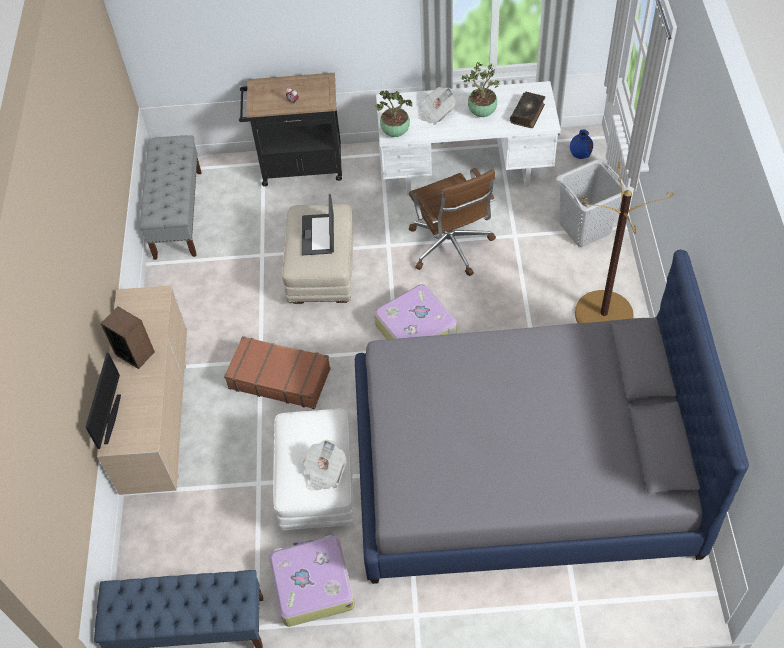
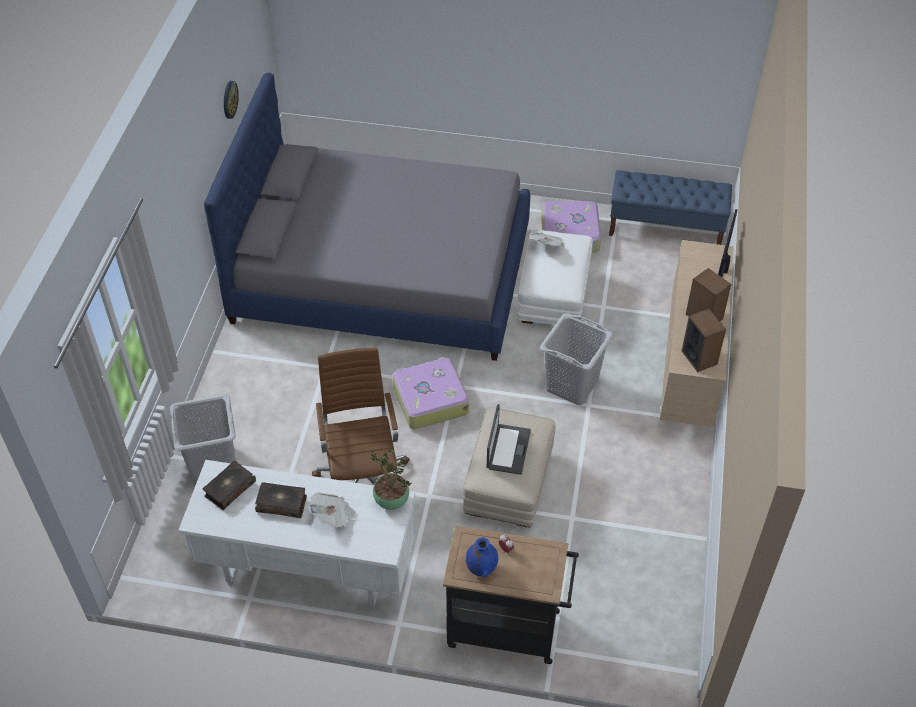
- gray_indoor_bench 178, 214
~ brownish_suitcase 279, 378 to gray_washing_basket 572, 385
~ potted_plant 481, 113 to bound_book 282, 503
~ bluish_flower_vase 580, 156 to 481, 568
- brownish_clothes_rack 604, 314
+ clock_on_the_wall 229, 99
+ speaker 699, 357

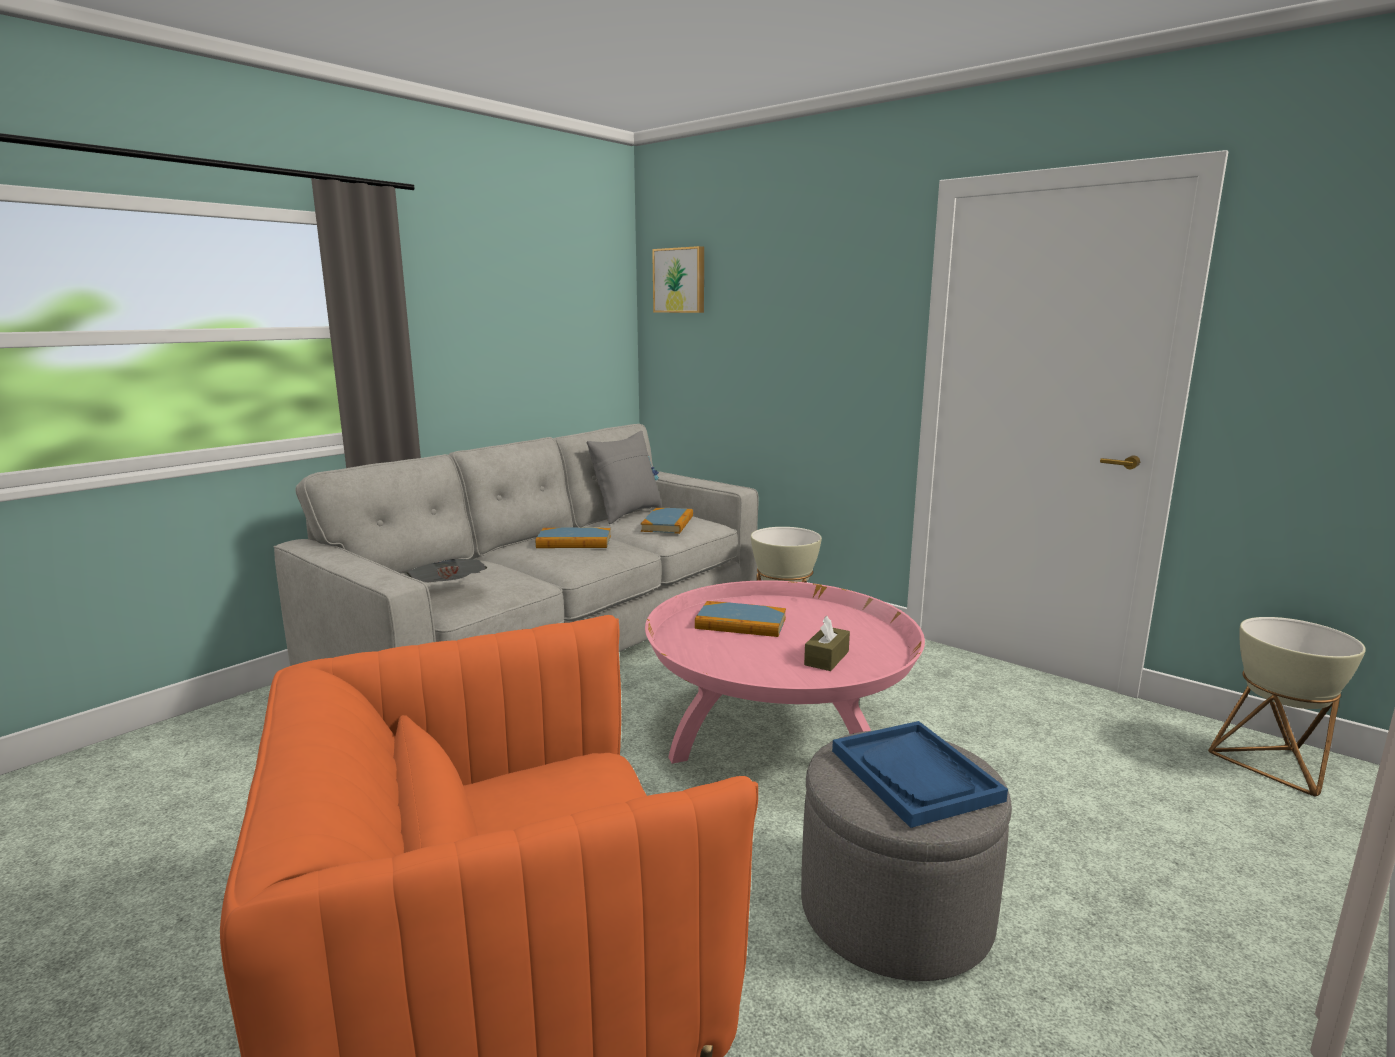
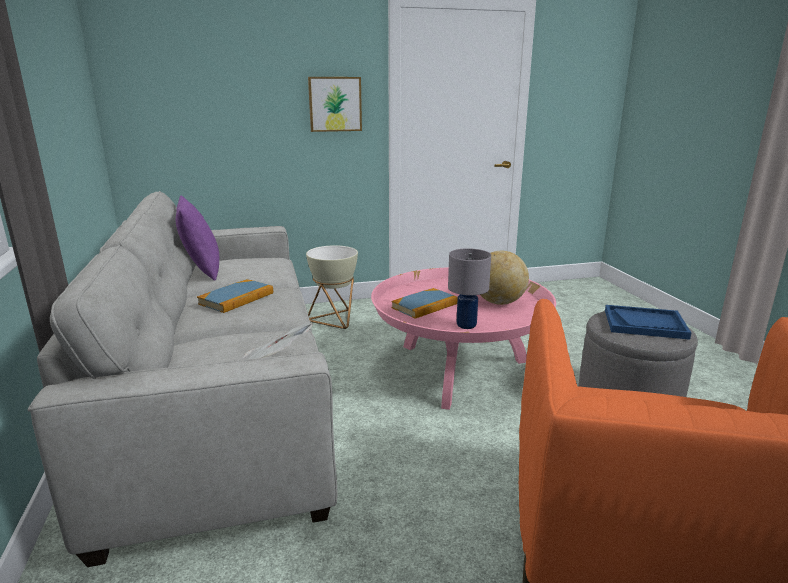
~ gray_pillow 627, 514 to purple_pillow 202, 271
- bound_book 668, 524
~ picture 680, 280 to 335, 104
~ brownish_tissue_box 826, 658 to globe 499, 302
- plant_pot 1273, 765
+ gray_tabletop_lamp 466, 325

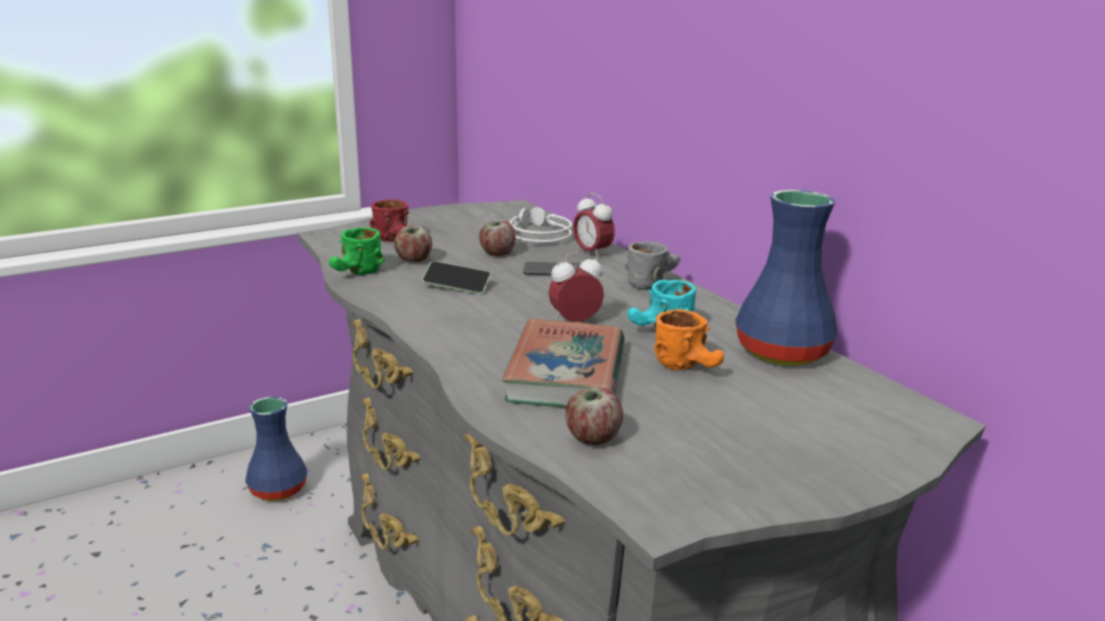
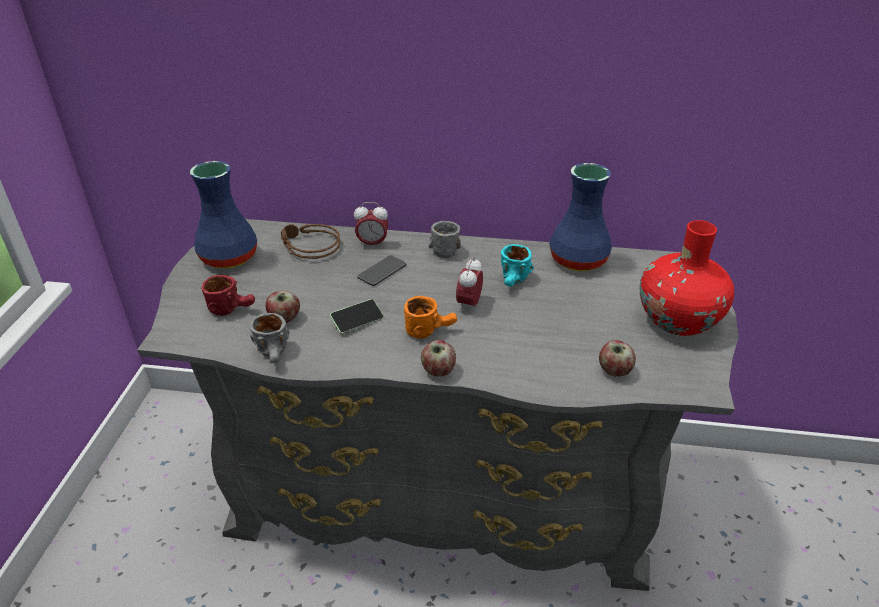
~ bluish_flower_vase 278, 489 to 227, 257
~ green_tea_mug 357, 273 to gray_tea_mug 275, 355
~ apple 497, 253 to 438, 370
- bound_book 566, 373
~ gray_headphones 536, 234 to brownish_headphones 308, 247
~ orange_tea_mug 690, 367 to 430, 330
+ reddish_flower_vase 678, 320

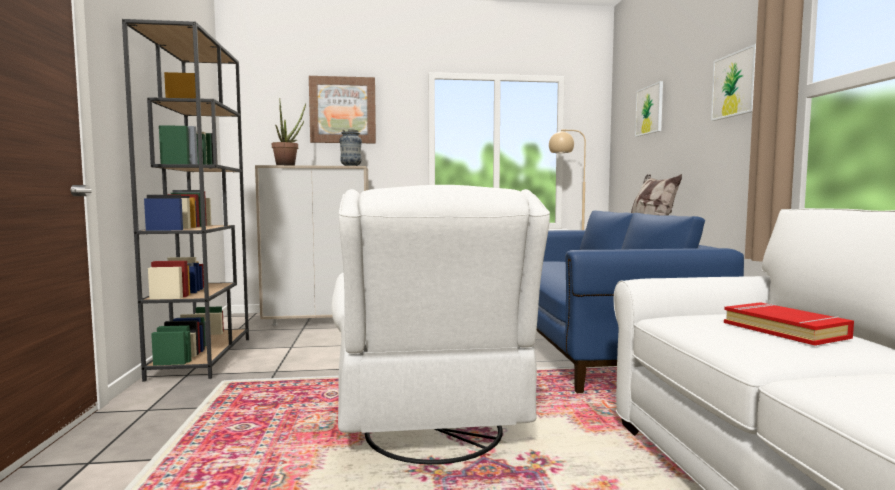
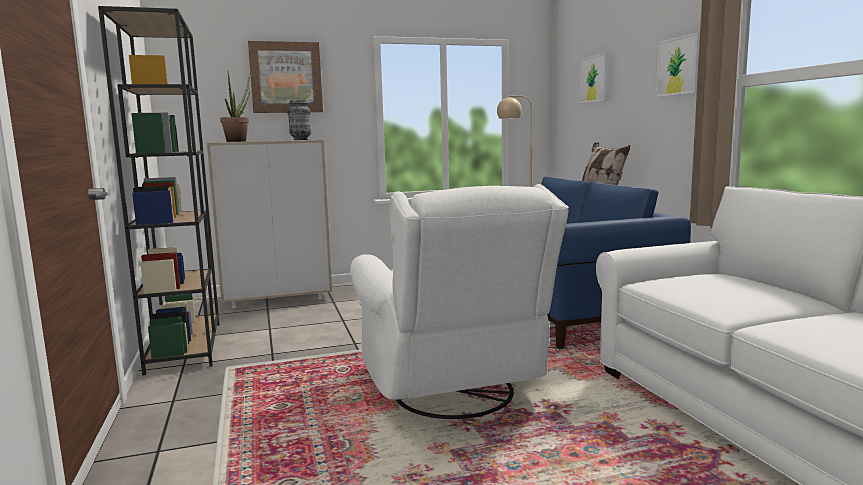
- reddish_bound_book 785, 330

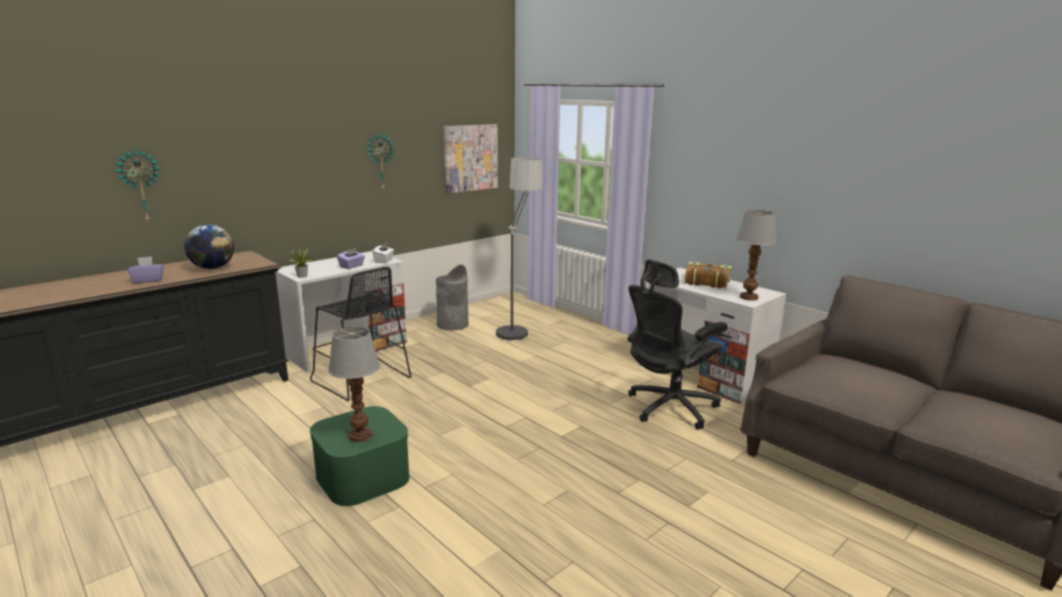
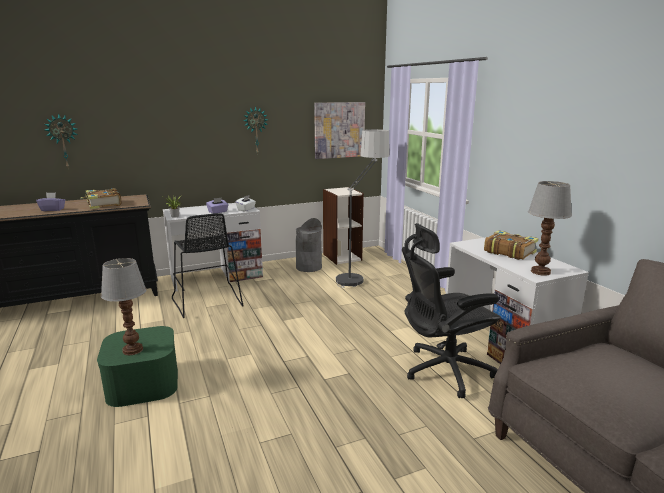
~ globe 213, 268 to bound_book 103, 204
+ shelving_unit 342, 257

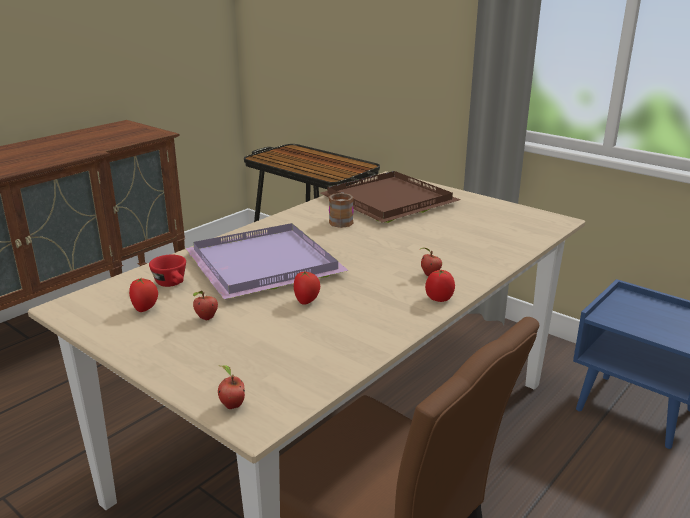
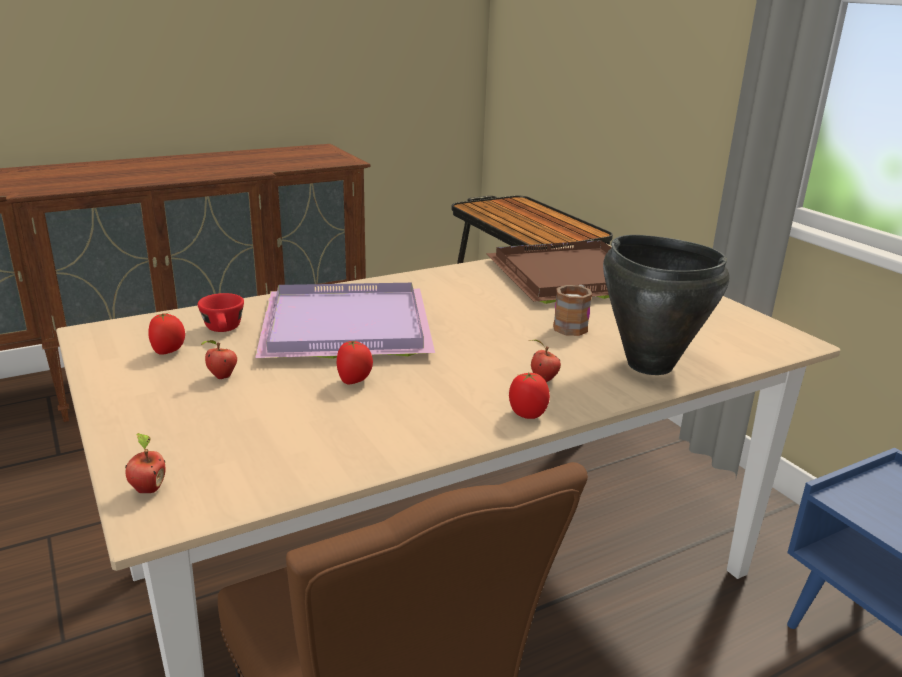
~ tea_mug 341, 221 to 572, 325
+ blackish_cooking_pot 649, 364

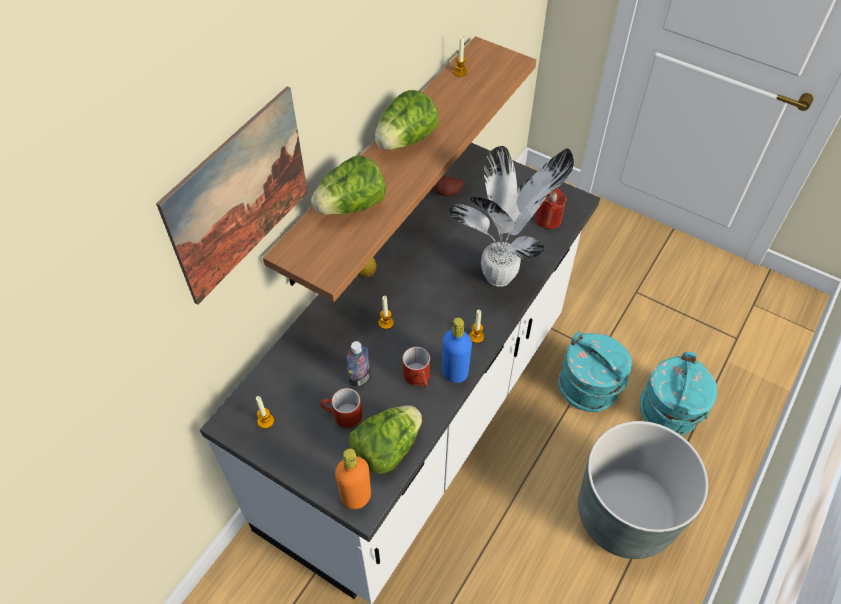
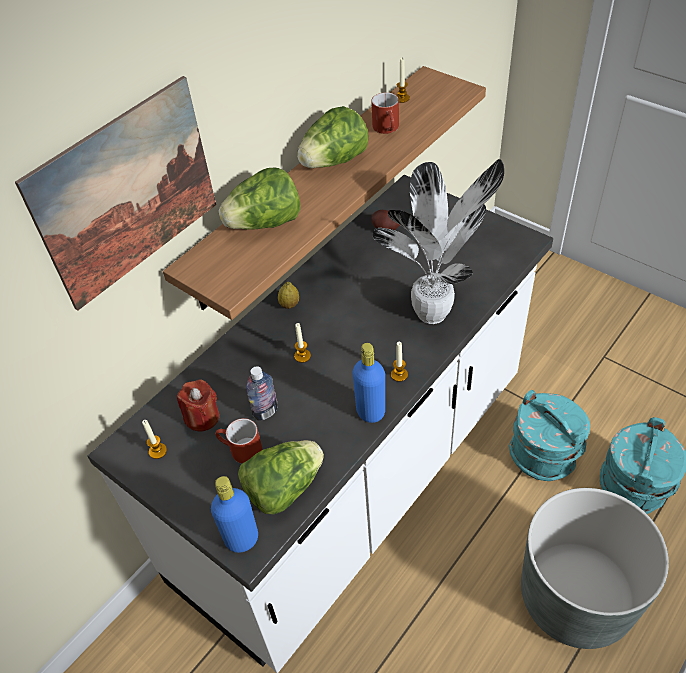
~ orange_bottle 356, 497 to bluish_bottle 242, 539
~ reddish_tea_mug 419, 378 to 388, 129
~ reddish_wax_candle 548, 219 to 202, 417

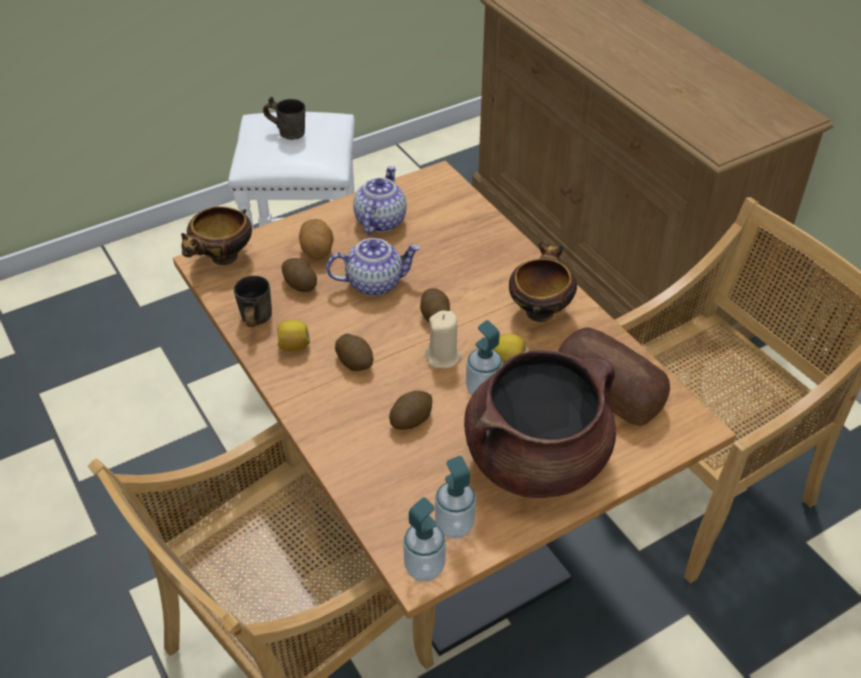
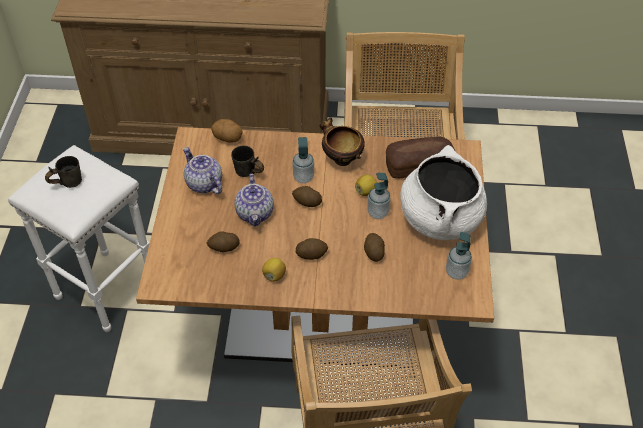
- bowl 223, 259
~ gray_tea_mug 252, 322 to 247, 174
~ potato 317, 252 to 228, 138
~ pot_for_tea 375, 283 = 255, 213 150 degrees clockwise
~ soap_dispenser 424, 567 to 303, 177
- beige_wax_candle 443, 357
~ brownish_cooking_pot 536, 459 to white-coloured_cooking_pot 440, 218

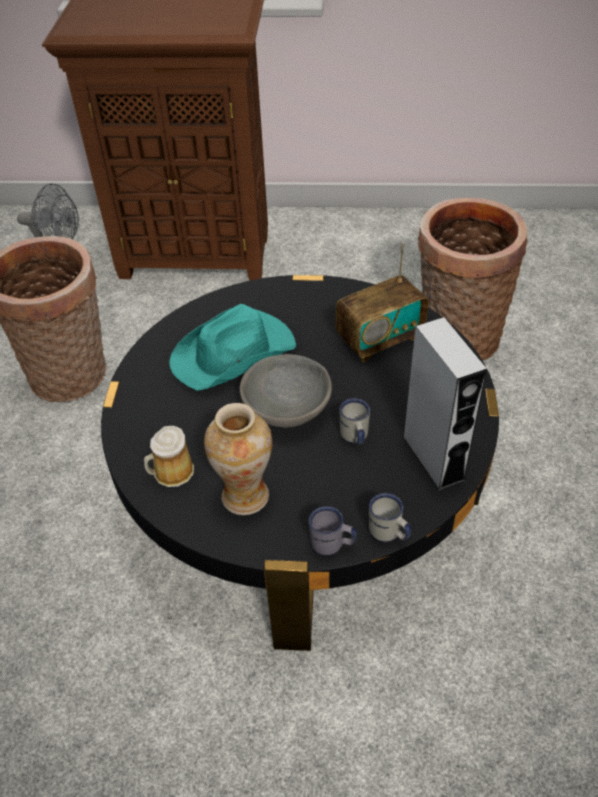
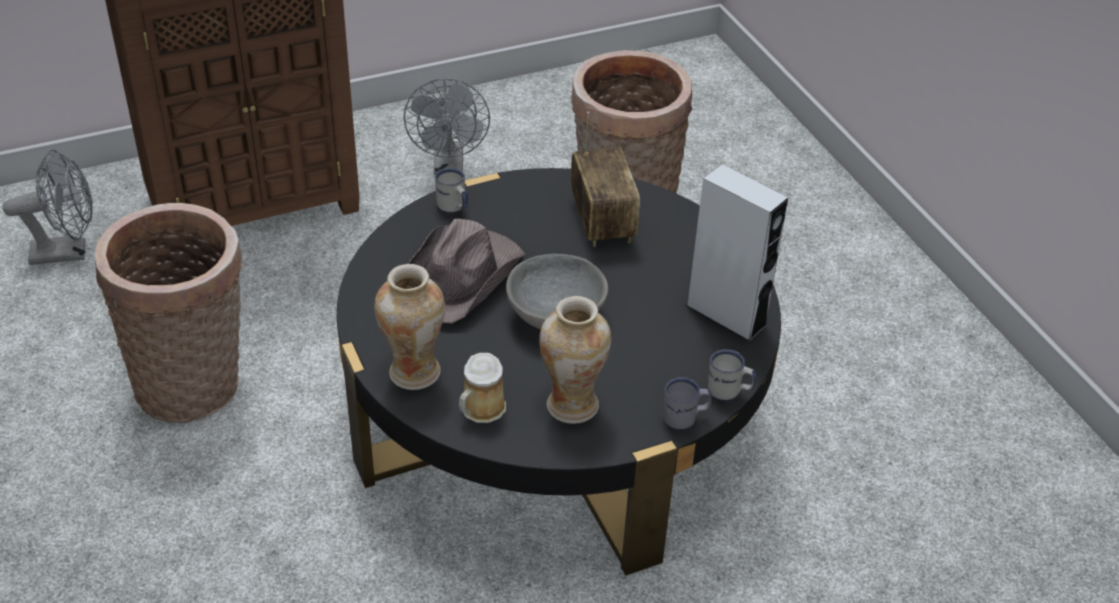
~ turquoise-coloured_wearable_hat 235, 354 to brownish_wearable_hat 460, 277
~ radio 379, 339 = 602, 222 45 degrees counterclockwise
~ white-coloured_tea_mug 354, 438 to 453, 208
+ flower_vase 414, 372
+ gray_electric_fan 449, 167

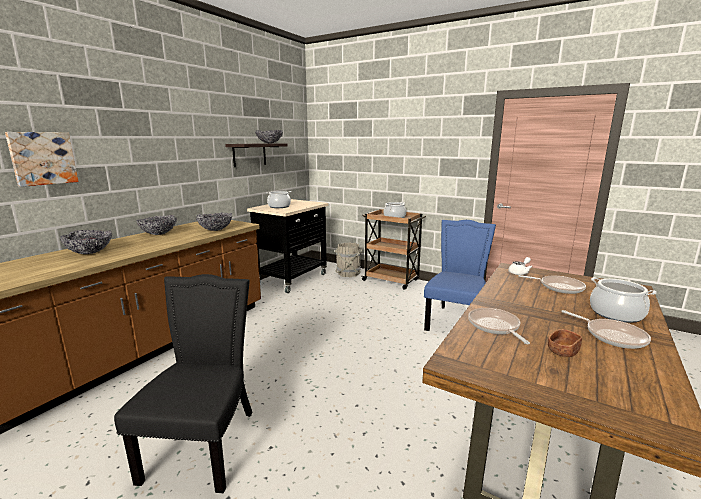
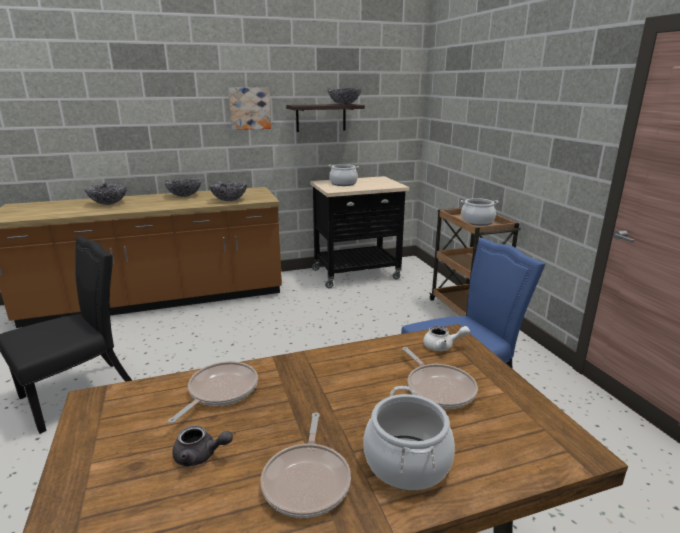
~ picture 42, 158 to 249, 108
- gray_pail 348, 274
~ brownish_bowl 562, 351 to gray_pot_for_tea 200, 456

